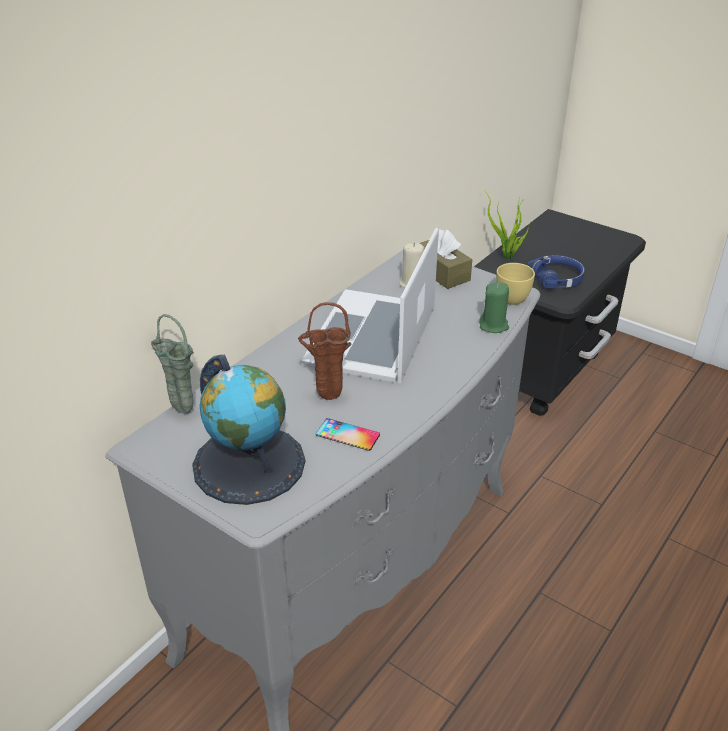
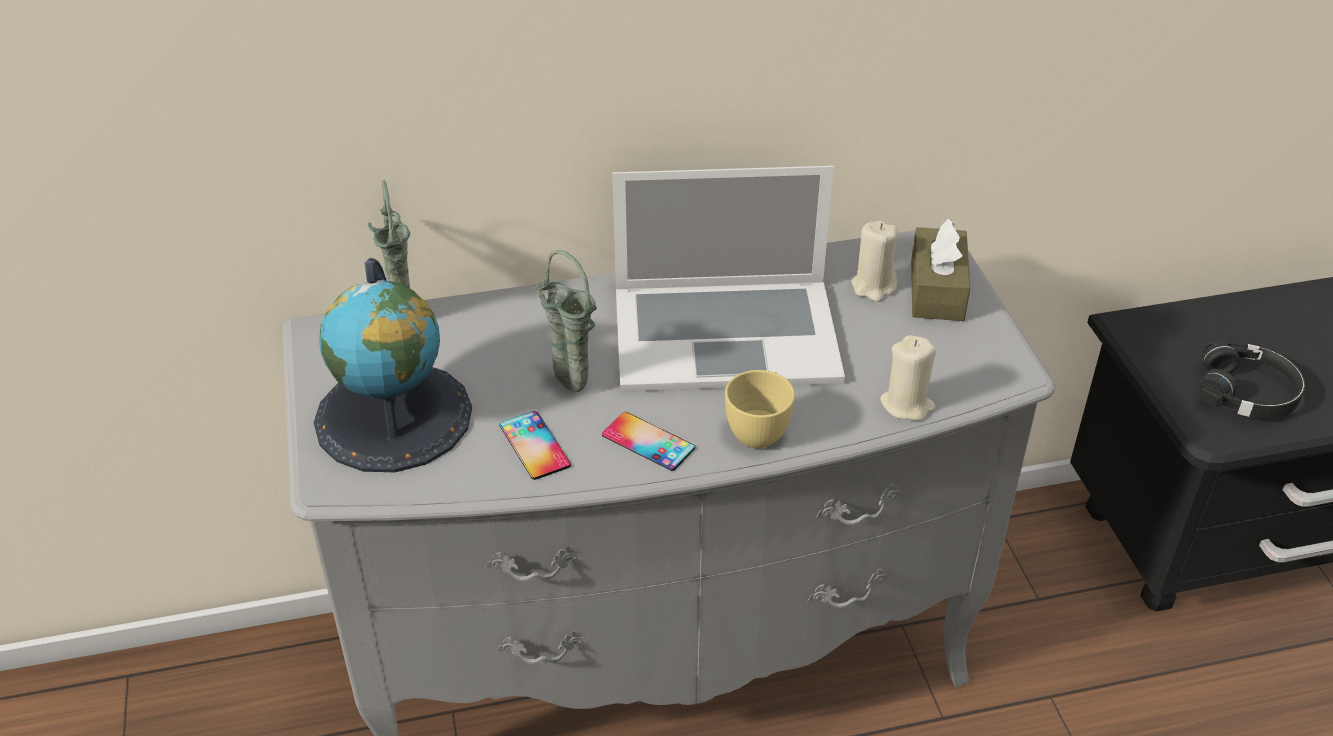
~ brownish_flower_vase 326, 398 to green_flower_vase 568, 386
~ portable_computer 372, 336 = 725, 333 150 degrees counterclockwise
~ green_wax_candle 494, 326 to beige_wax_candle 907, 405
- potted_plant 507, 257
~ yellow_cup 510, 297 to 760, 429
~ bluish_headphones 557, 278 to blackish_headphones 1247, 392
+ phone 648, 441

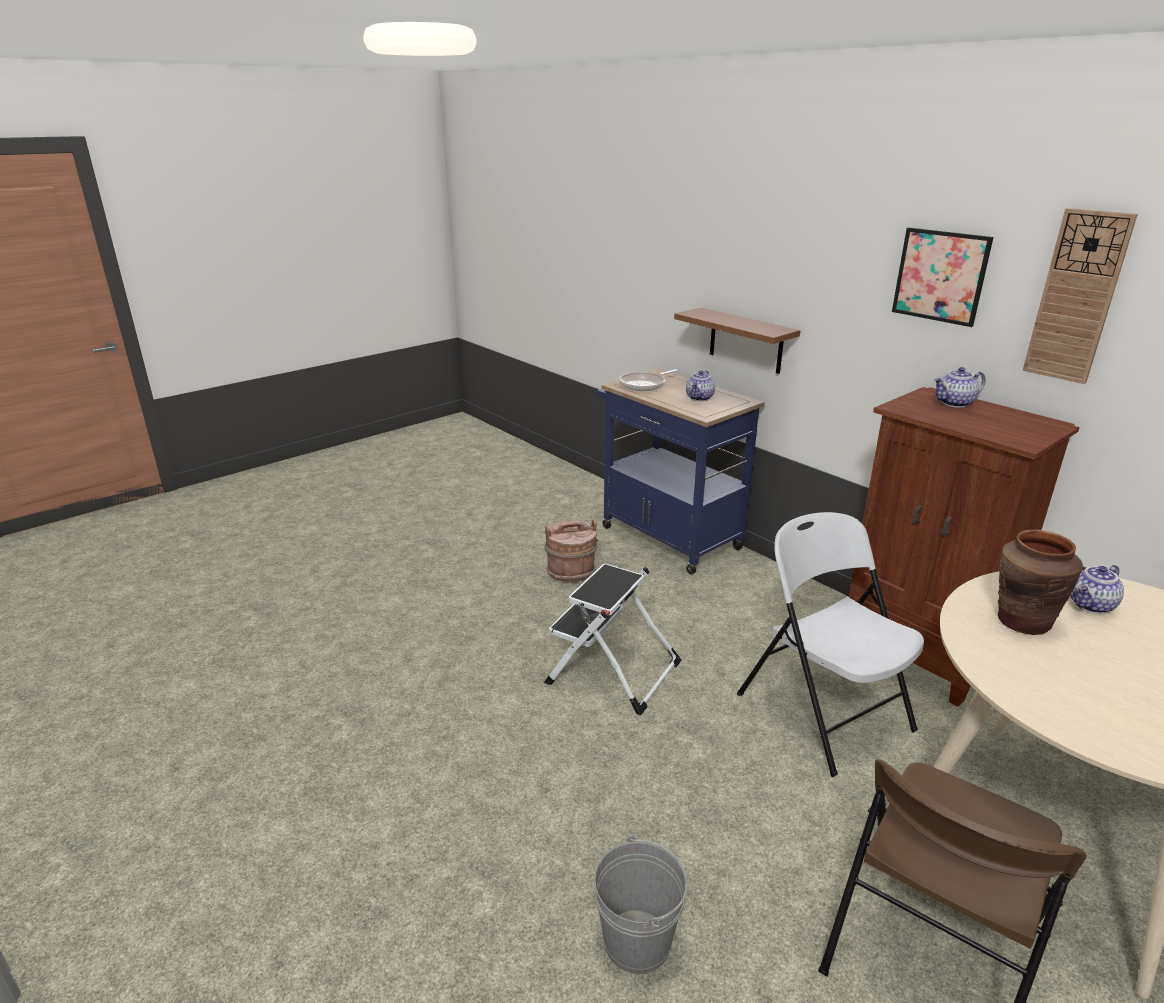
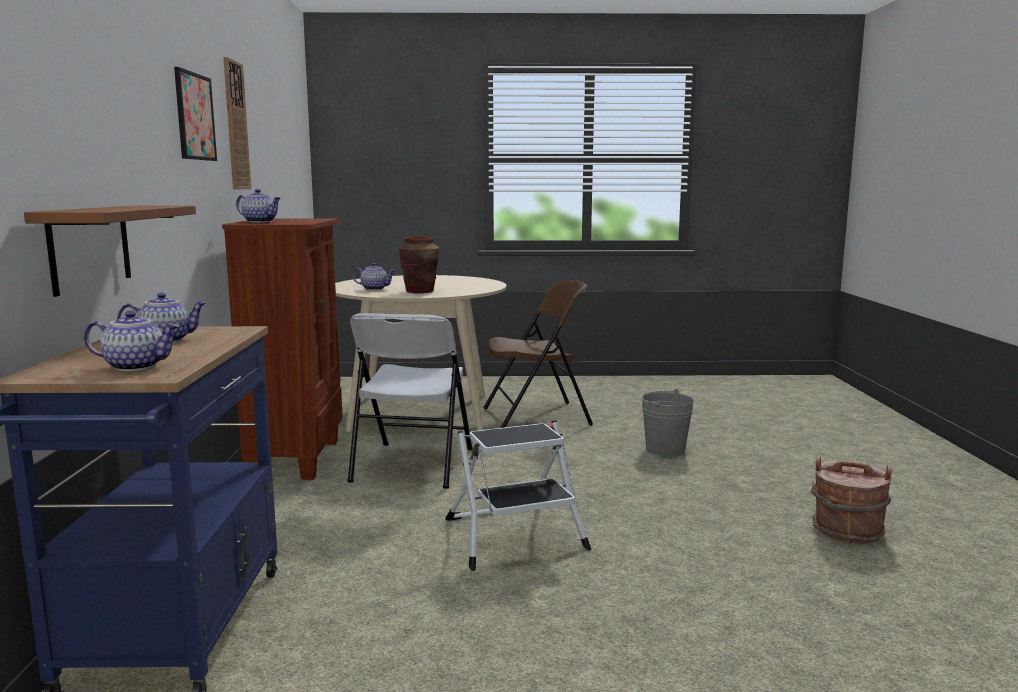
~ brownish_pail 571, 571 to 847, 531
~ skillet 644, 385 to pot_for_tea 136, 366

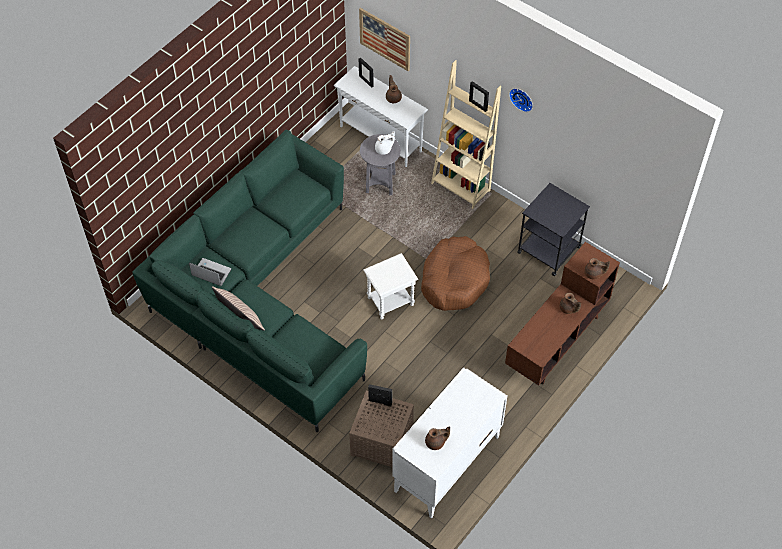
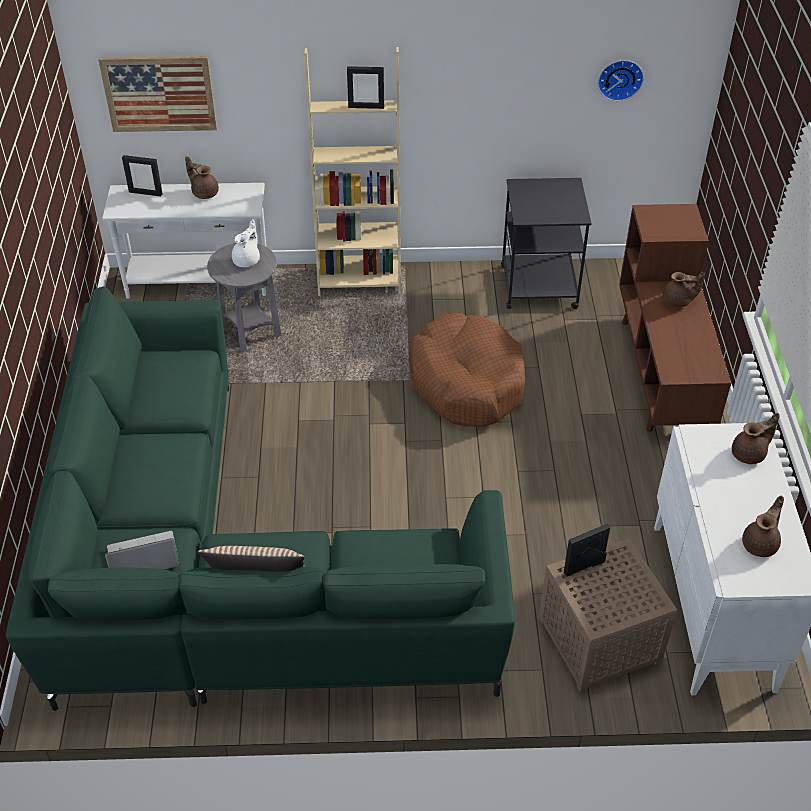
- white-coloured_end_table 391, 301
~ clock_on_the_wall 522, 98 to 620, 78
~ brownish_pot_for_tea 594, 274 to 750, 454

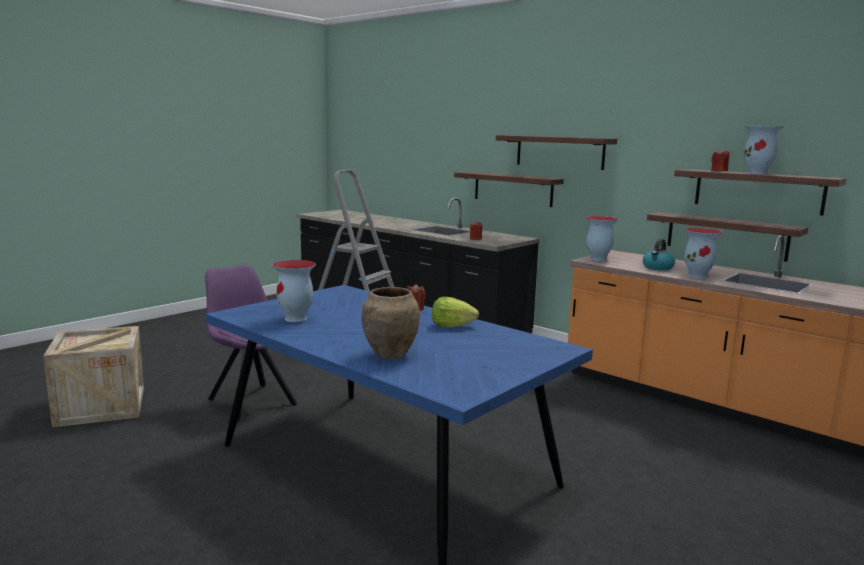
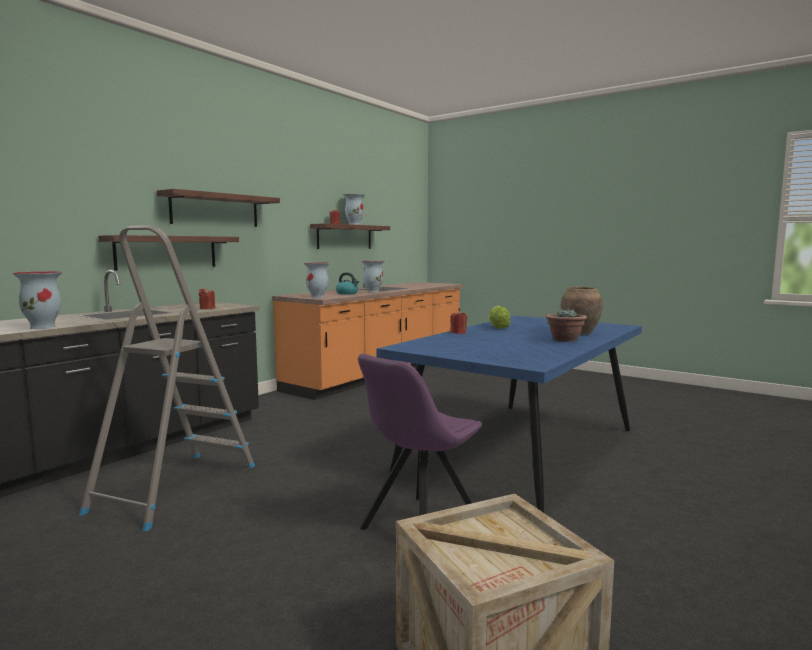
~ flower_vase 296, 319 to 43, 327
- shelf 726, 236
+ potted_plant 564, 340

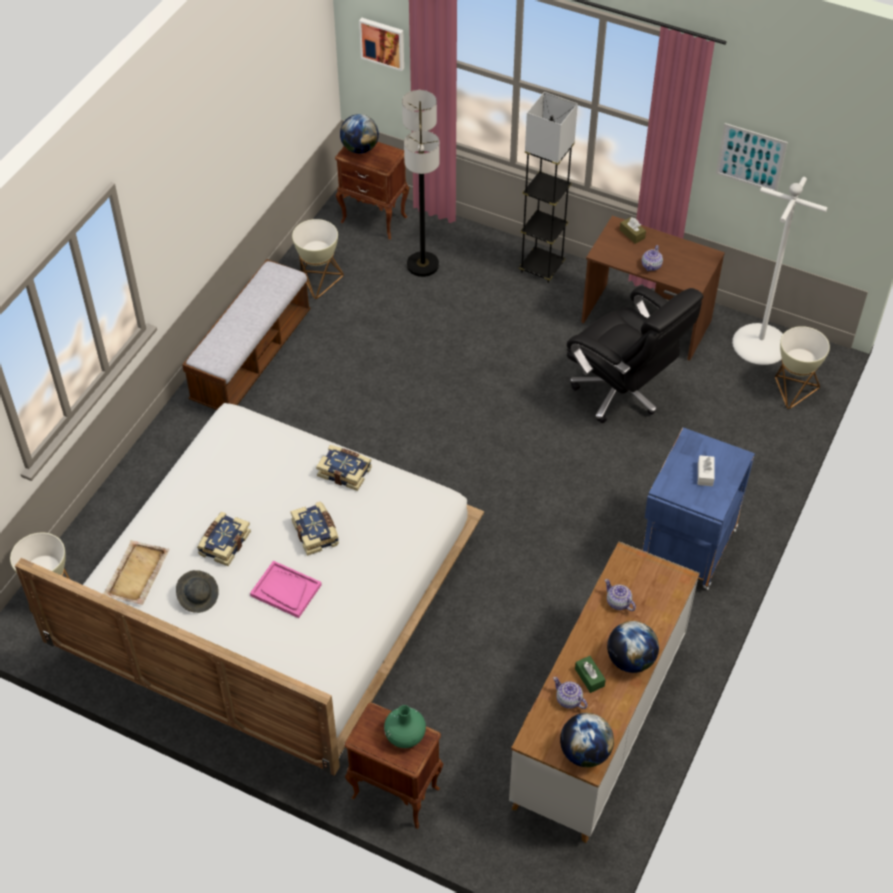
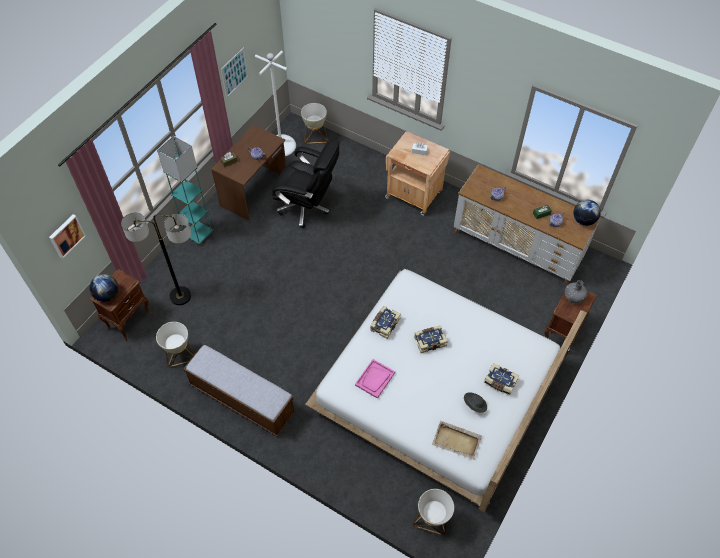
~ bound_book 224, 543 to 500, 382
~ pink_serving_tray 285, 590 to 375, 379
~ green_flower_vase 405, 736 to gray_flower_vase 573, 297
~ gray_standard_lamp 541, 267 to turquoise-coloured_standard_lamp 198, 234
~ blackish_office_chair 622, 395 = 307, 208 60 degrees clockwise
- globe 630, 660
~ bluish_cart 687, 548 to brownish_cart 414, 196

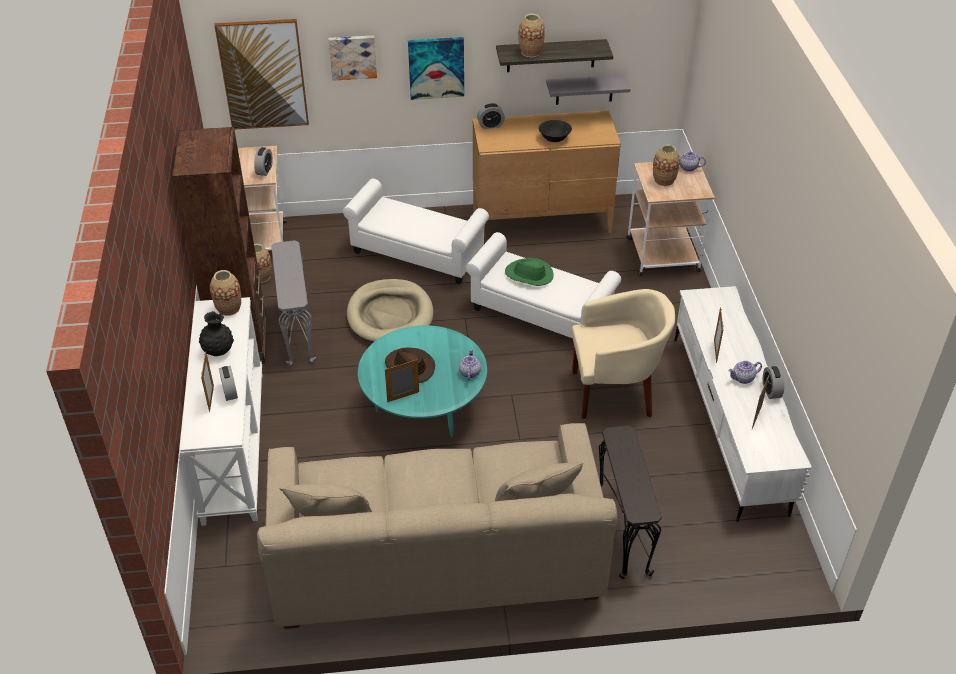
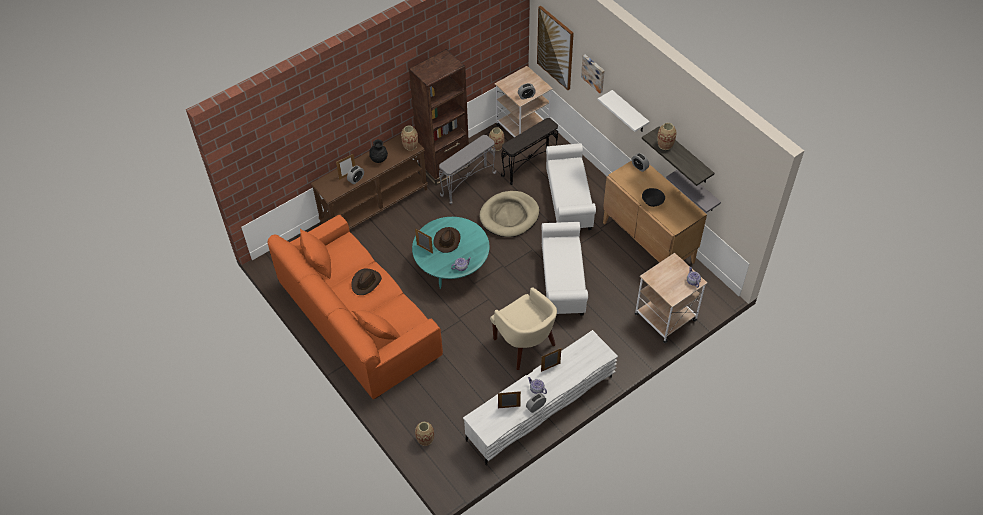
~ white-coloured_hall_table 232, 445 to brownish_hall_table 374, 205
~ beige_couch 436, 556 to orange_couch 359, 321
~ picture 436, 67 to white-coloured_shelf 629, 112
- green_wearable_hat 529, 275
~ blackish_end_table 622, 529 to 529, 166
~ flower_vase 664, 180 to 425, 439
+ brownish_wearable_hat 366, 282

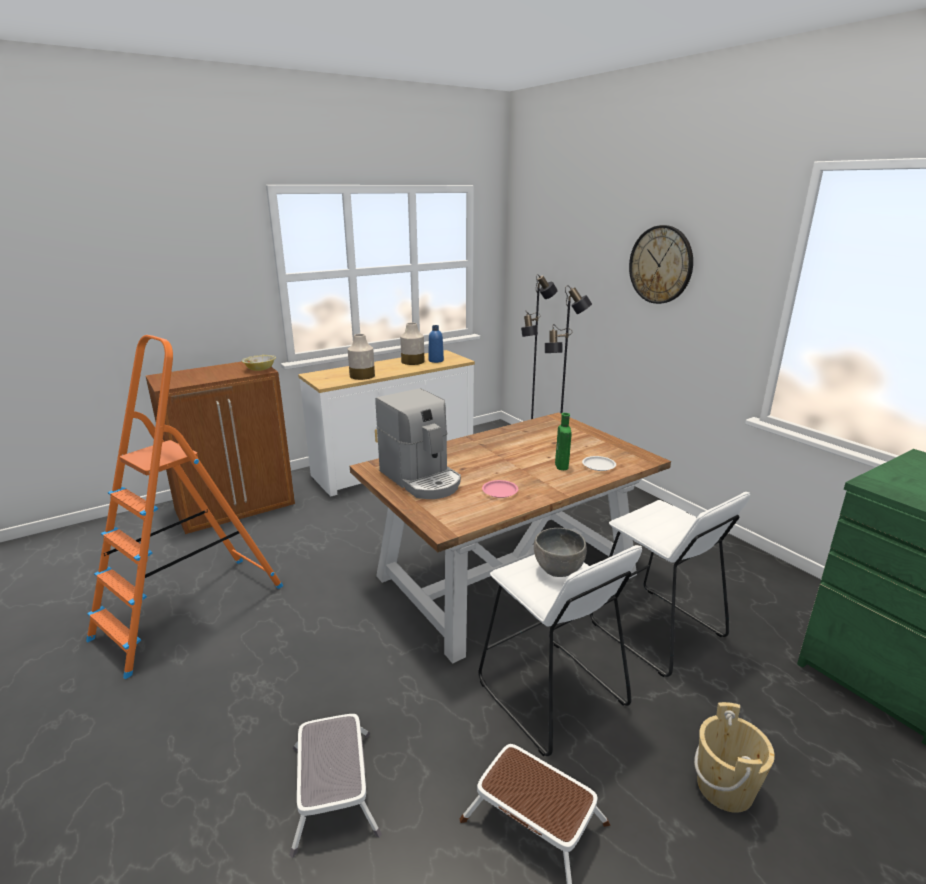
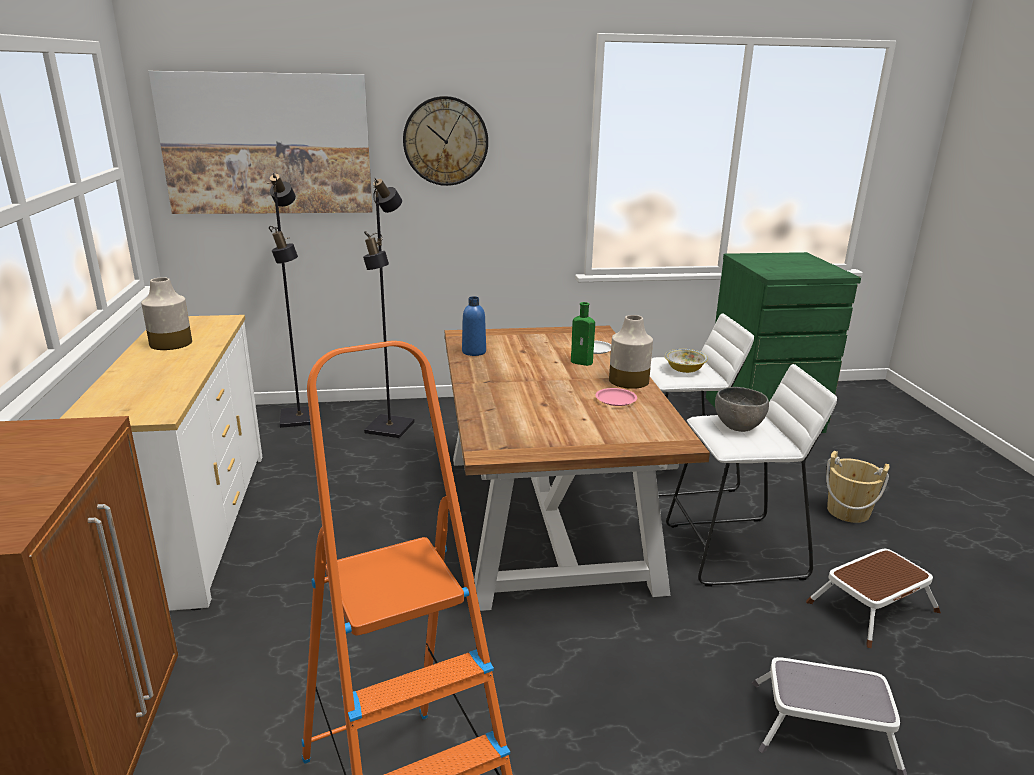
~ bowl 260, 369 to 684, 370
~ beige_flower_vase 362, 375 to 629, 380
- coffee_machine 422, 479
~ bluish_bottle 436, 360 to 474, 352
+ picture 267, 144

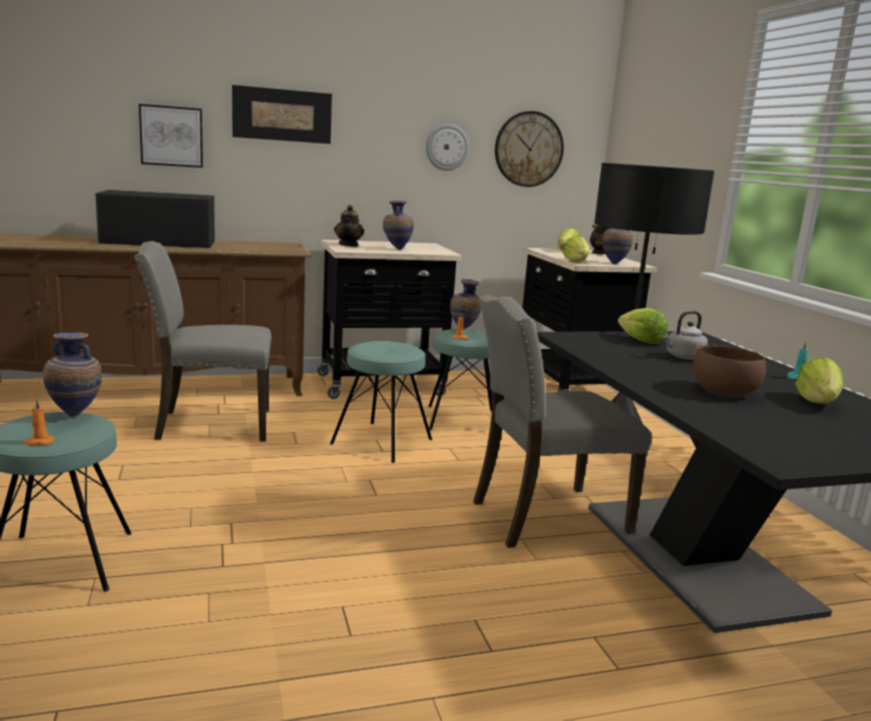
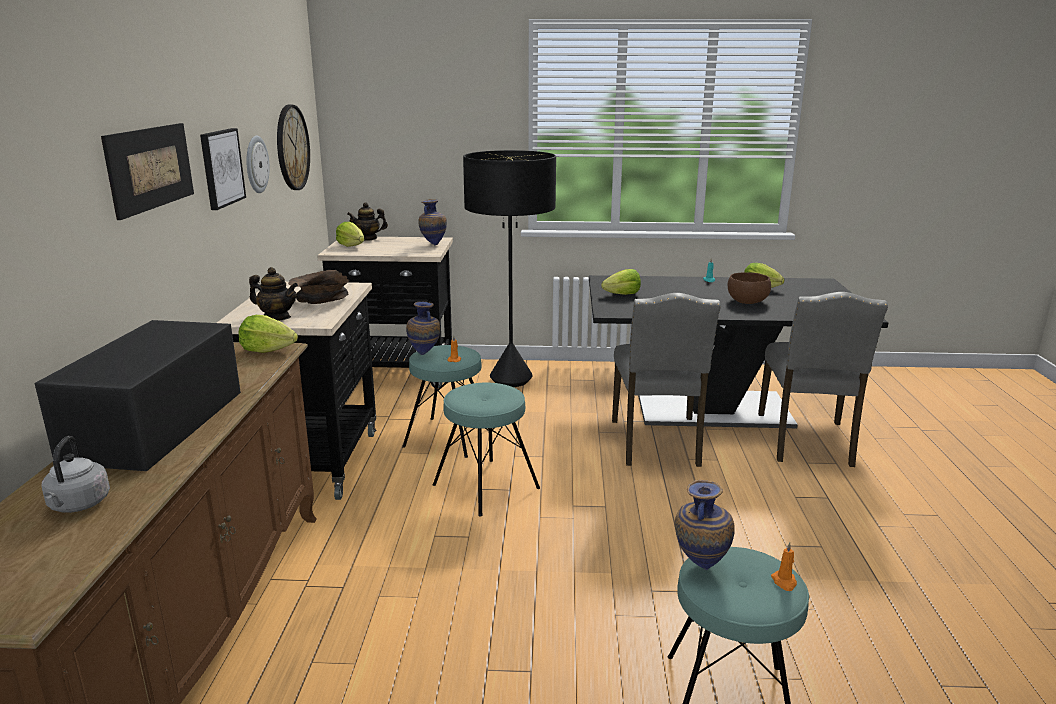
~ gray_upright_chair 211, 425 to 807, 442
~ picture 171, 136 to 221, 168
~ flower_vase 396, 249 to brownish_bowl 320, 301
~ lettuce 576, 262 to 267, 350
~ gray_tea_kettle 683, 357 to 78, 505

